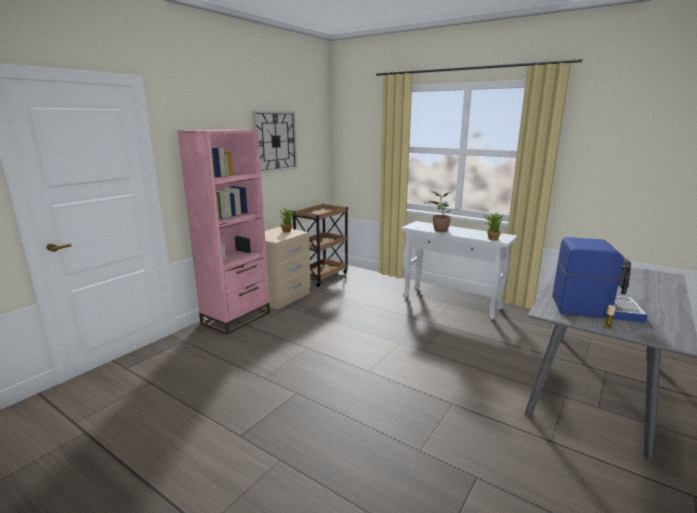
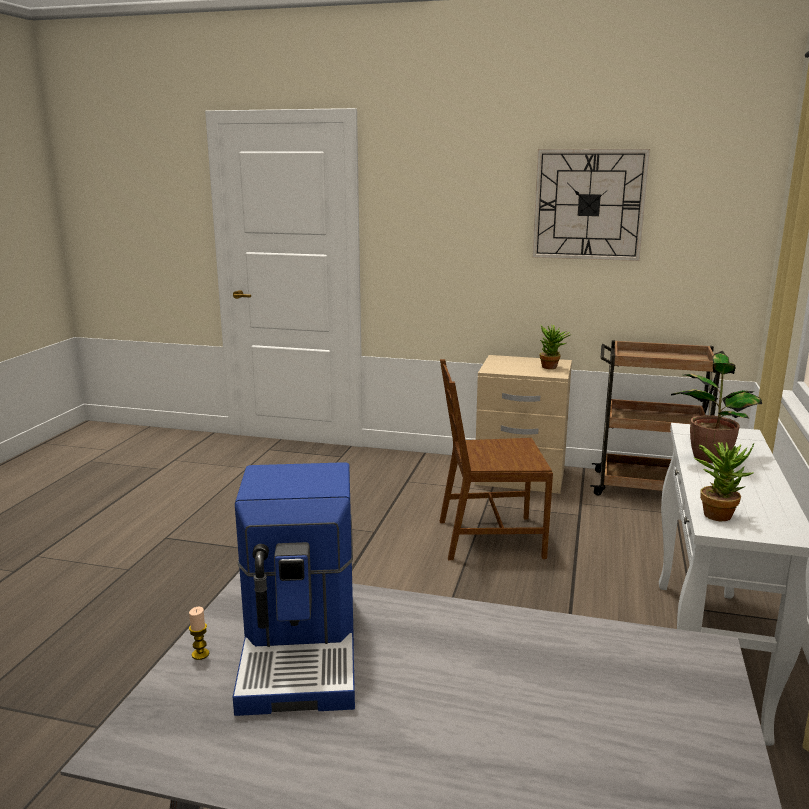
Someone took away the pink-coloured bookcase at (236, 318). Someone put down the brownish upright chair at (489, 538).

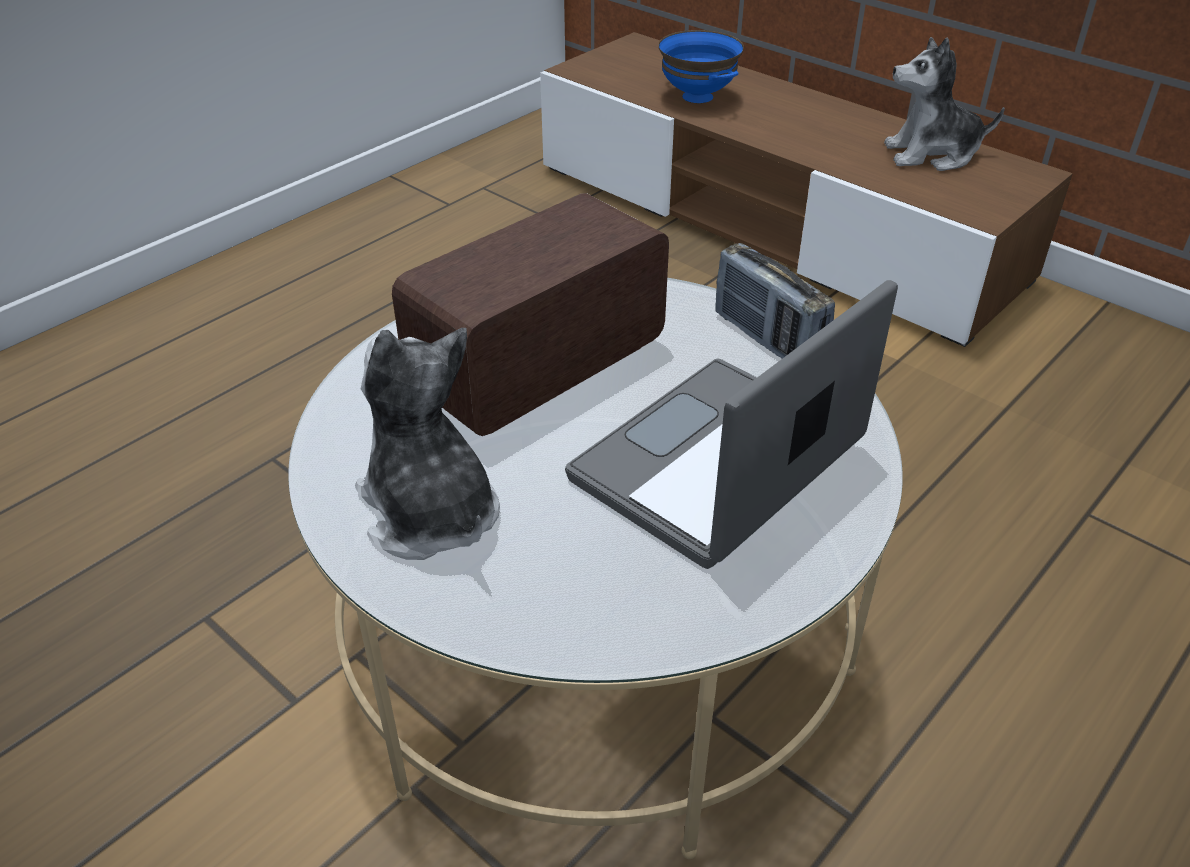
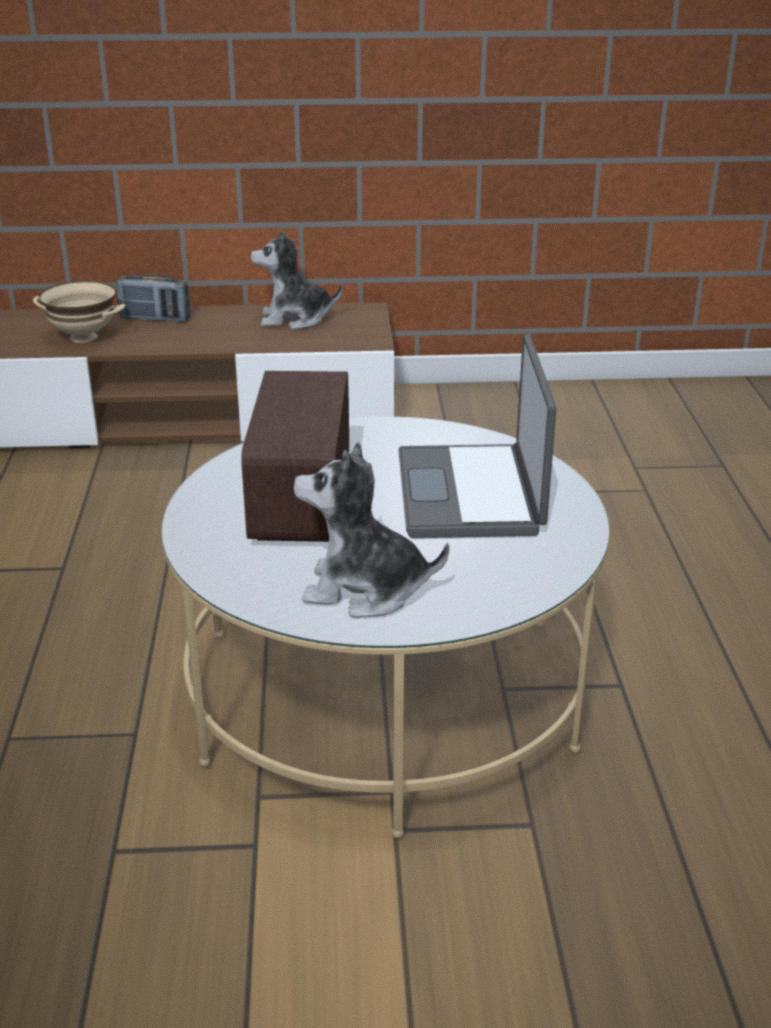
Someone repainted the blue-coloured bowl at (698, 96), which became the sand-coloured bowl at (84, 337). Someone rotated the soft toy at (931, 154) by 45 degrees clockwise. Someone carried the radio from (767, 340) to (155, 319).

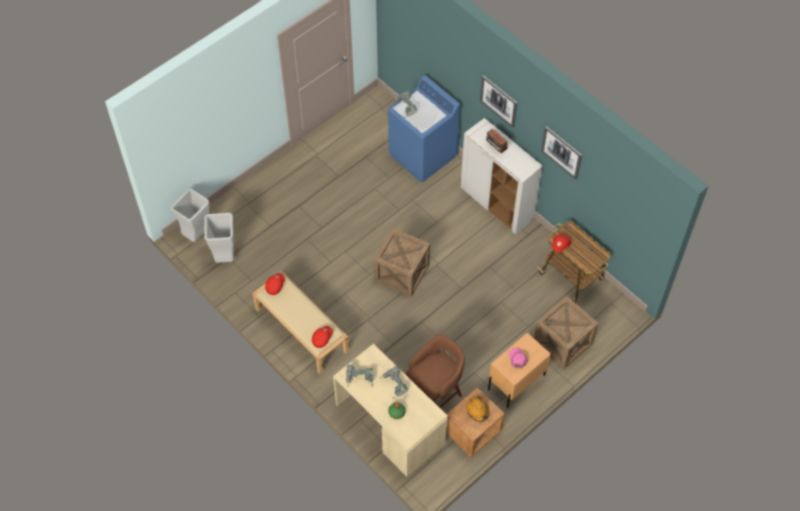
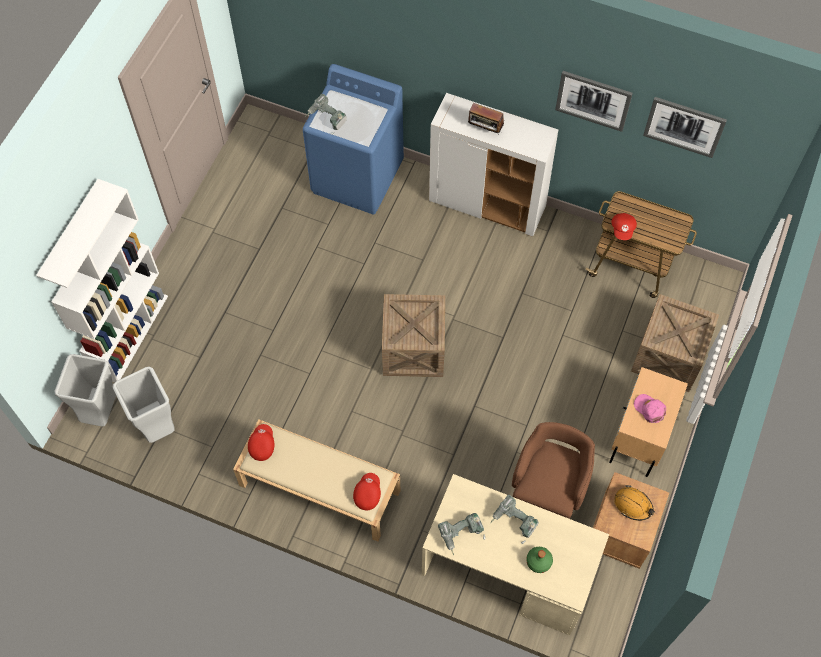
Someone carried the picture from (499, 101) to (684, 126). Someone put down the whitish bookcase at (130, 333).

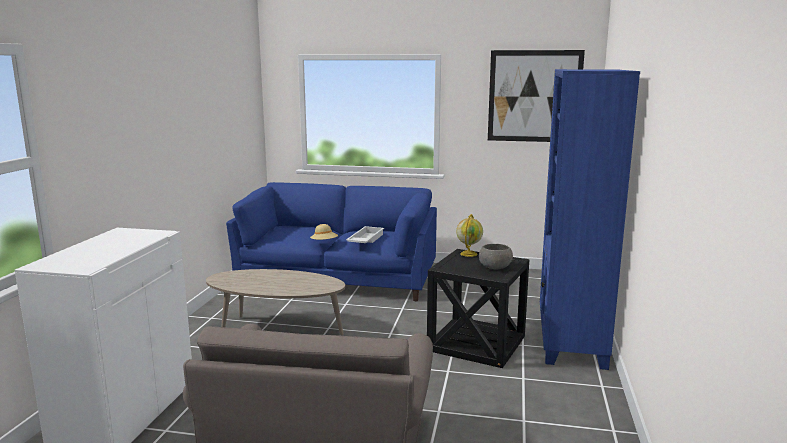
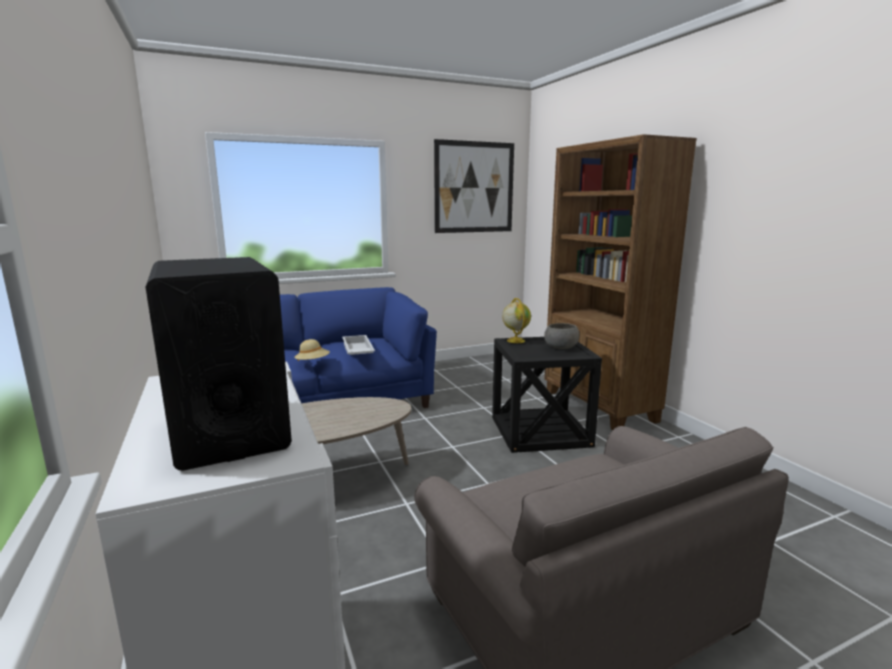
Someone repainted the blue-coloured bookcase at (570, 340), which became the brownish bookcase at (599, 406). Someone put down the black-coloured speaker at (228, 430).

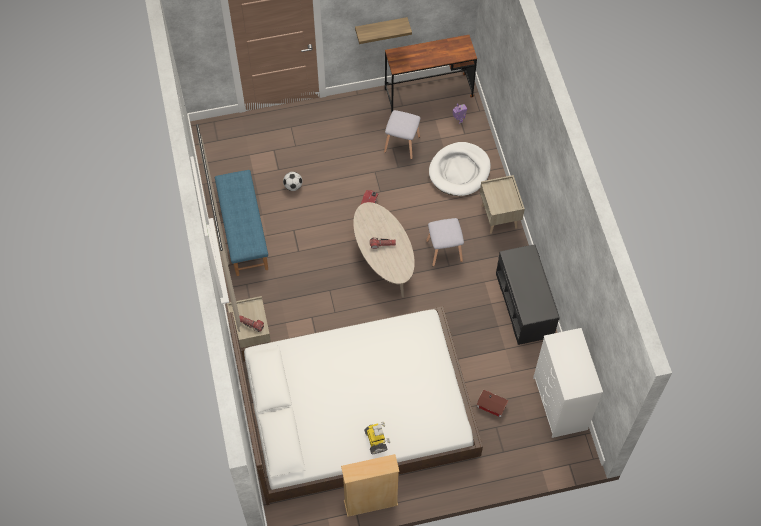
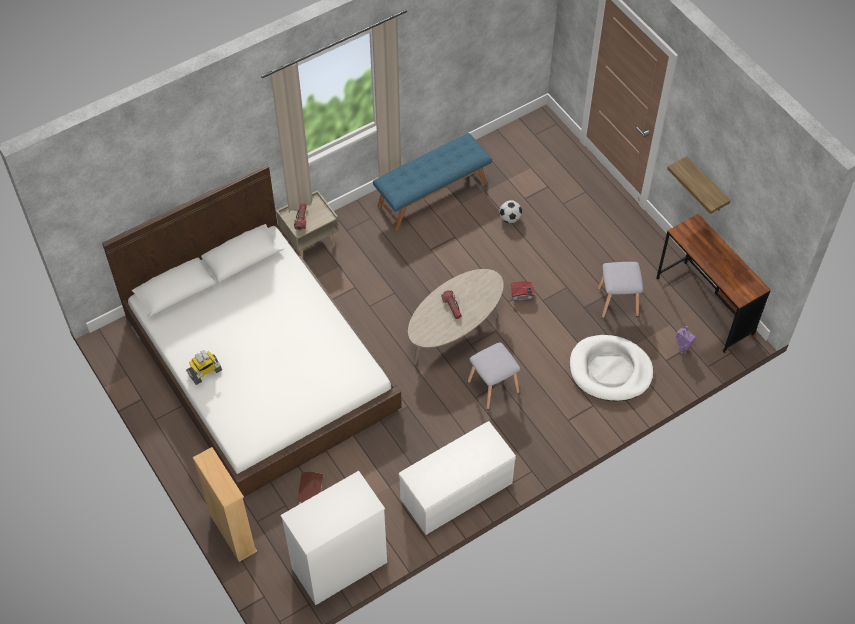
Someone took away the sand-coloured nightstand at (499, 217). Someone repainted the black-coloured bench at (525, 305), which became the whitish bench at (456, 492). Someone carried the sand-coloured bookcase from (371, 503) to (232, 532).

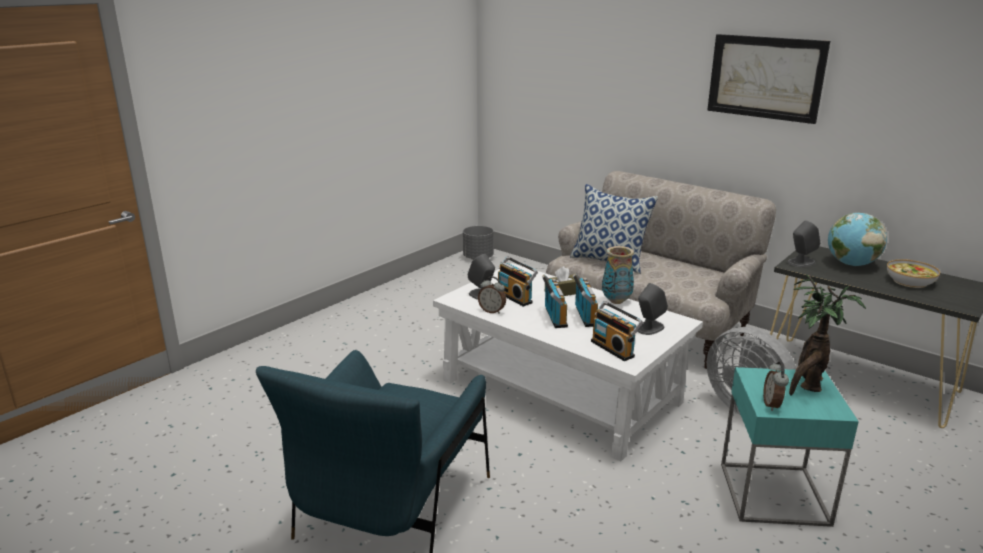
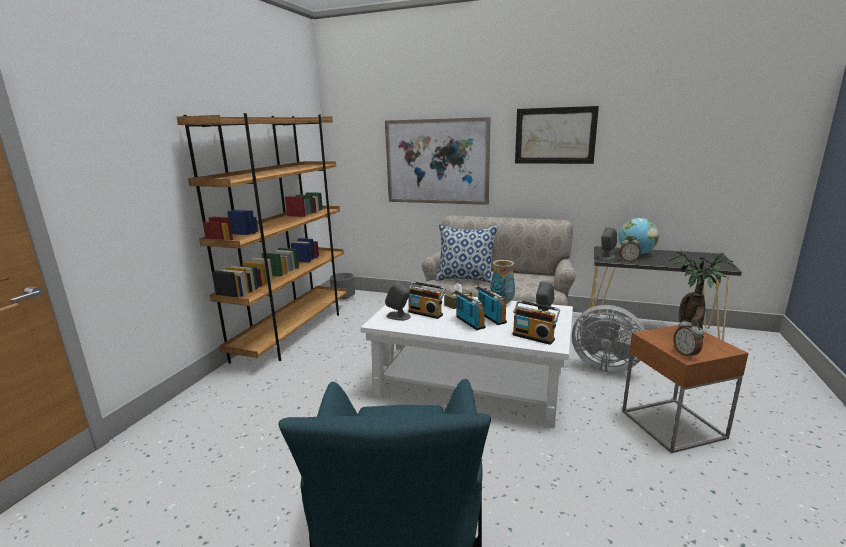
Someone took away the bowl at (910, 281). Someone carried the table clock from (492, 311) to (628, 261). Someone repainted the turquoise side table at (774, 494), which became the brownish side table at (673, 424). Someone put down the brownish bookcase at (294, 332). Someone put up the picture at (436, 162).

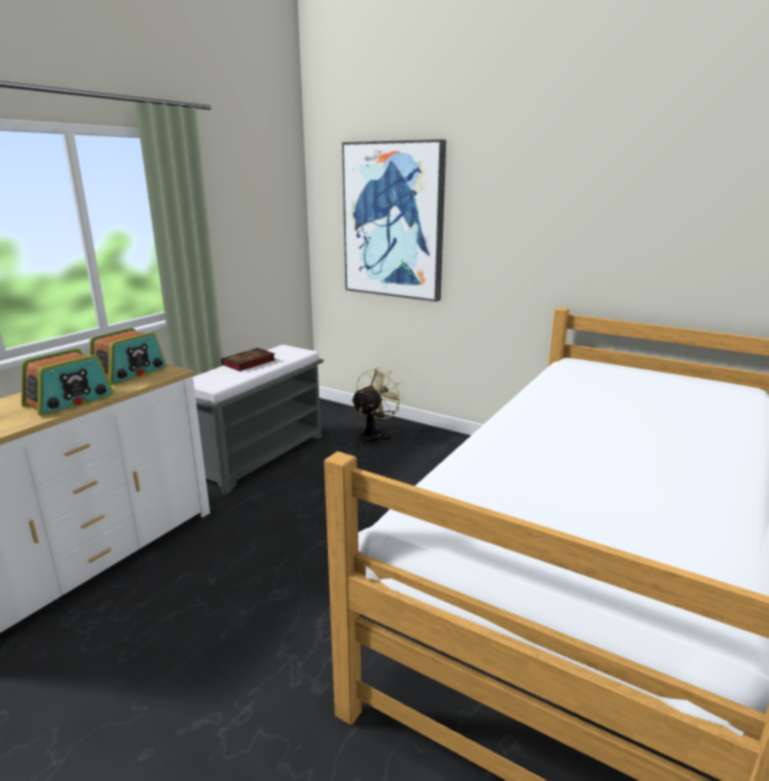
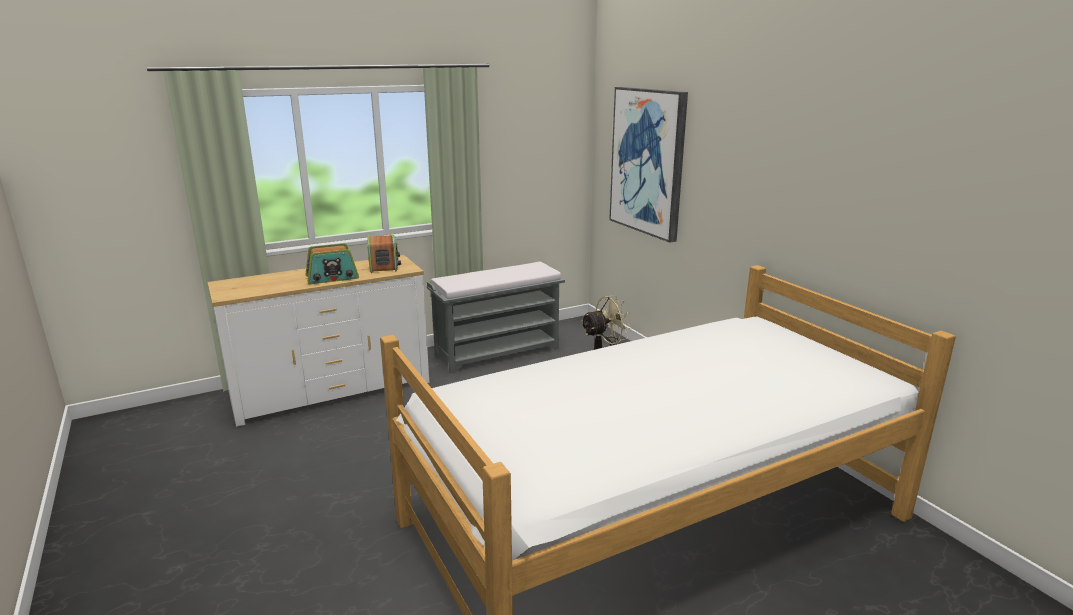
Someone rotated the radio at (129, 373) by 75 degrees counterclockwise. Someone took away the bound book at (248, 363).

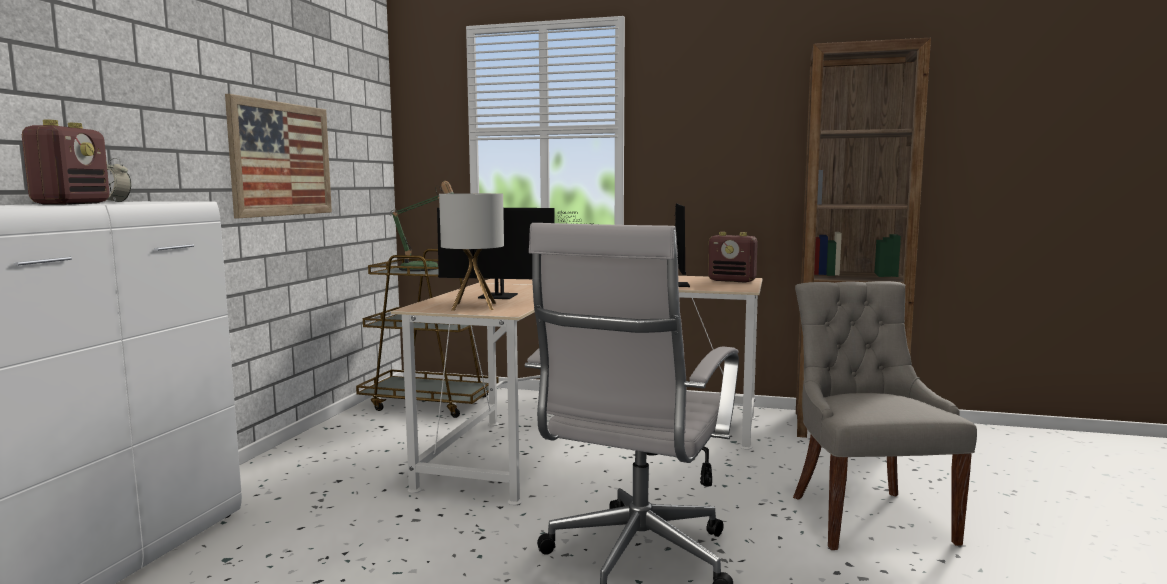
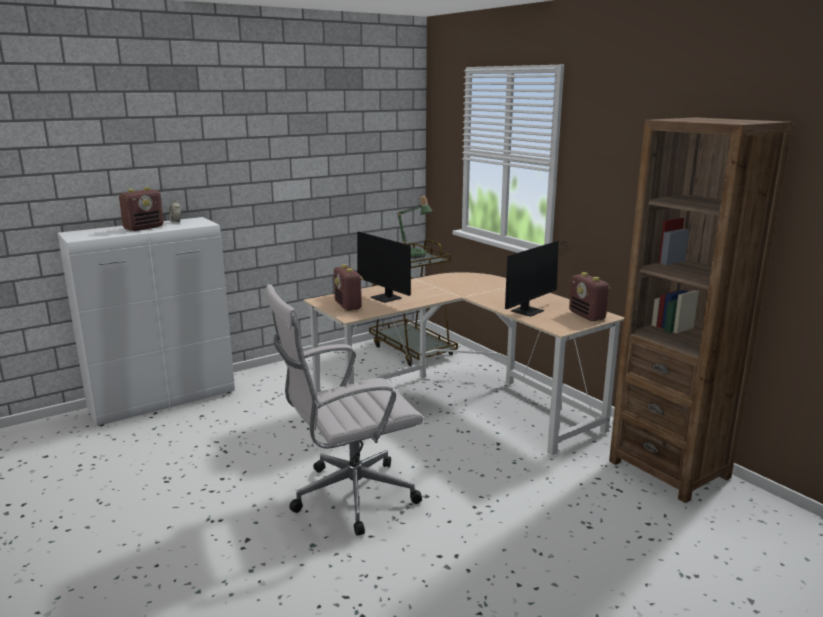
Someone took away the picture at (281, 159). Someone swapped the lamp for a table at (474, 306) for the radio at (348, 306). Someone took away the grey upright chair at (866, 517).

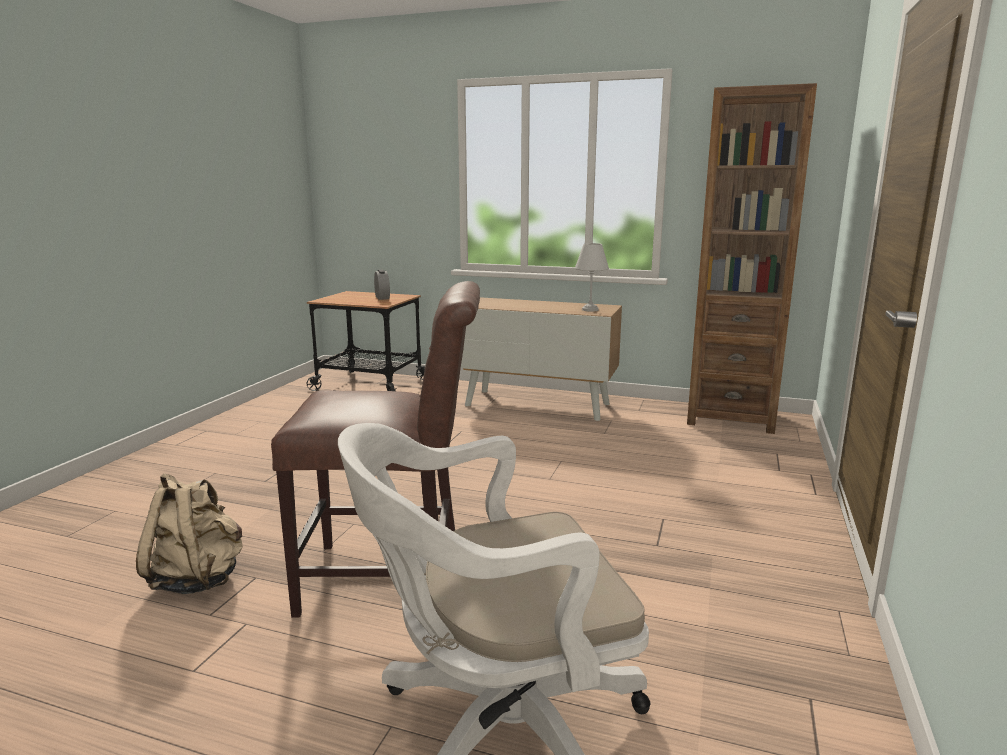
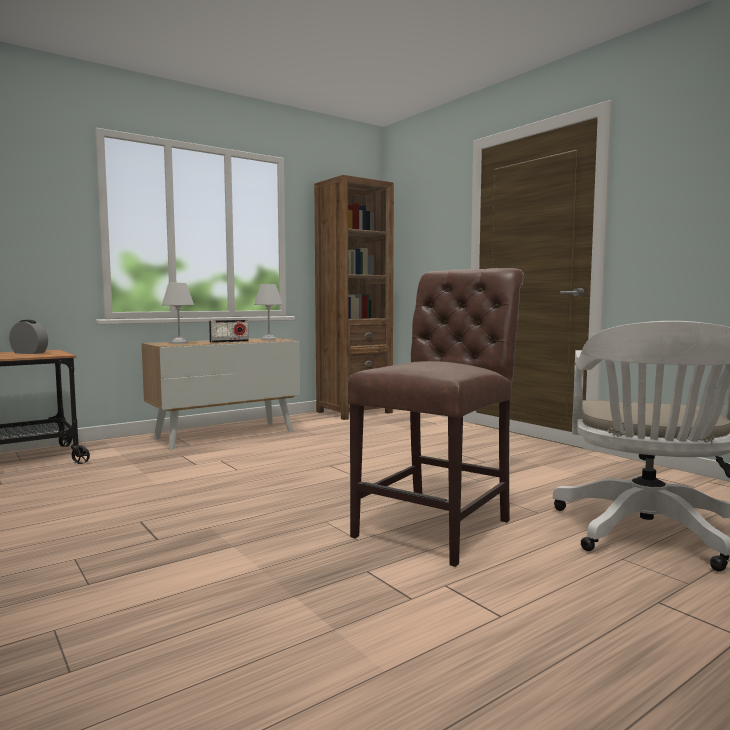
Someone took away the sand-coloured backpack at (198, 579). Someone put down the whitish lamp for a table at (179, 343). Someone put down the radio at (229, 342).

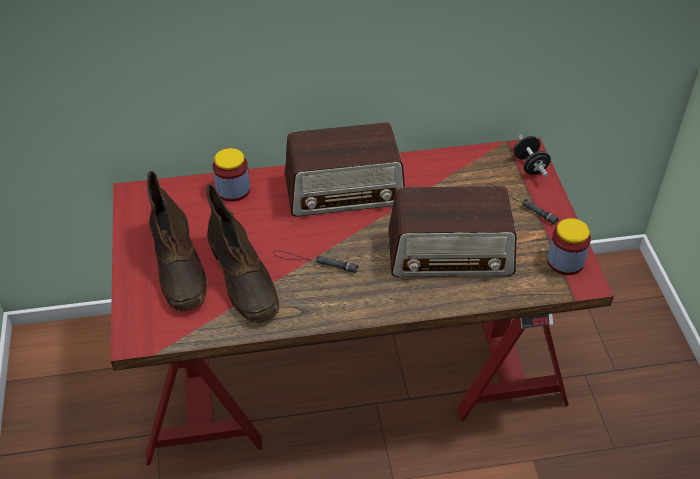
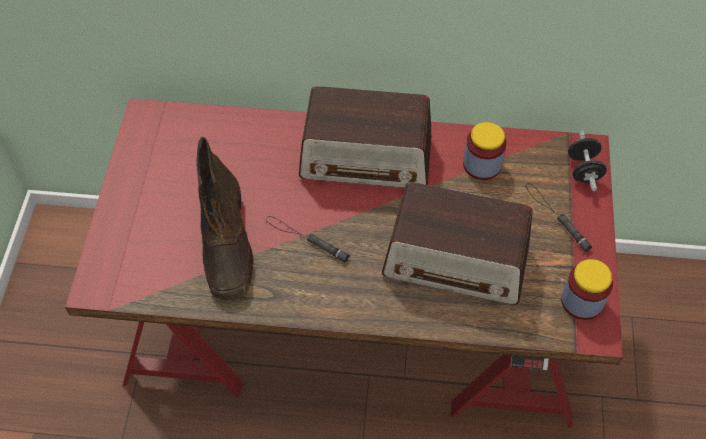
Someone carried the preserve jar from (233, 190) to (482, 165). Someone took away the brownish high-top boot at (179, 268).

